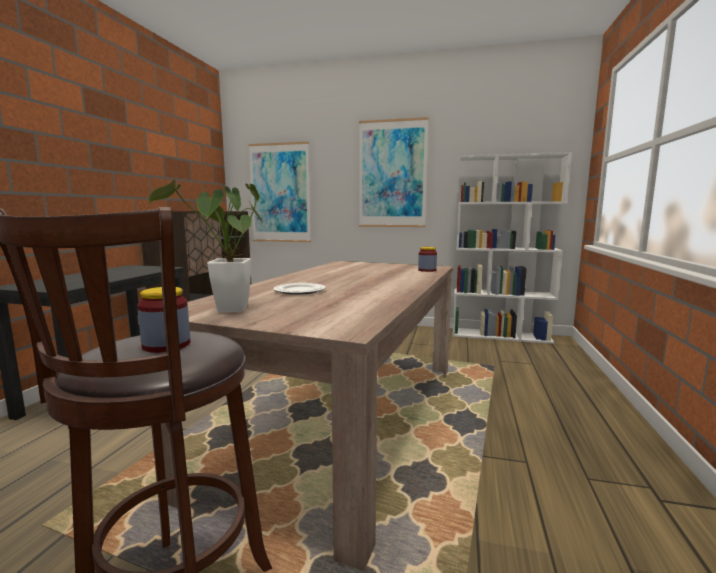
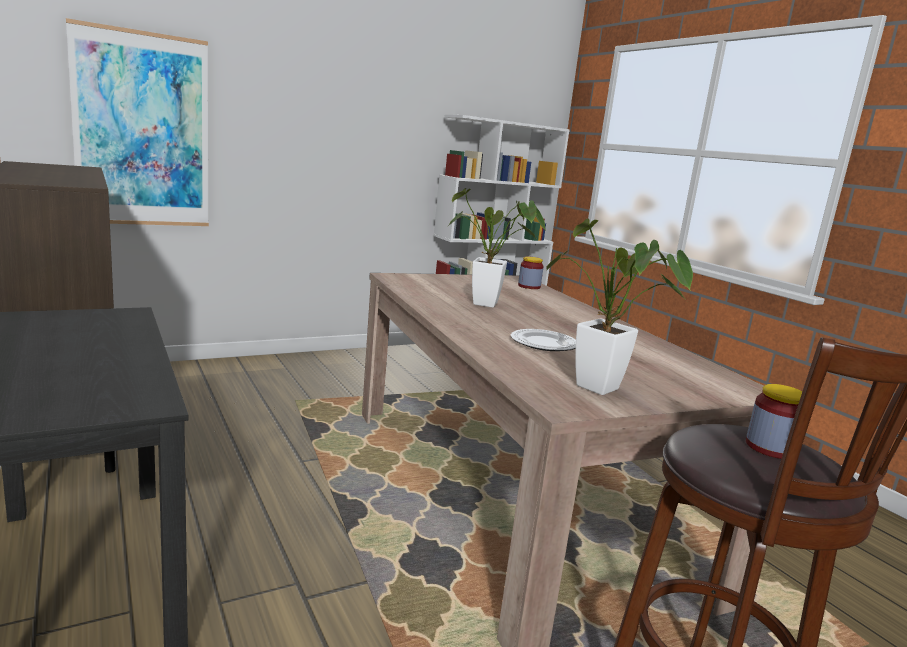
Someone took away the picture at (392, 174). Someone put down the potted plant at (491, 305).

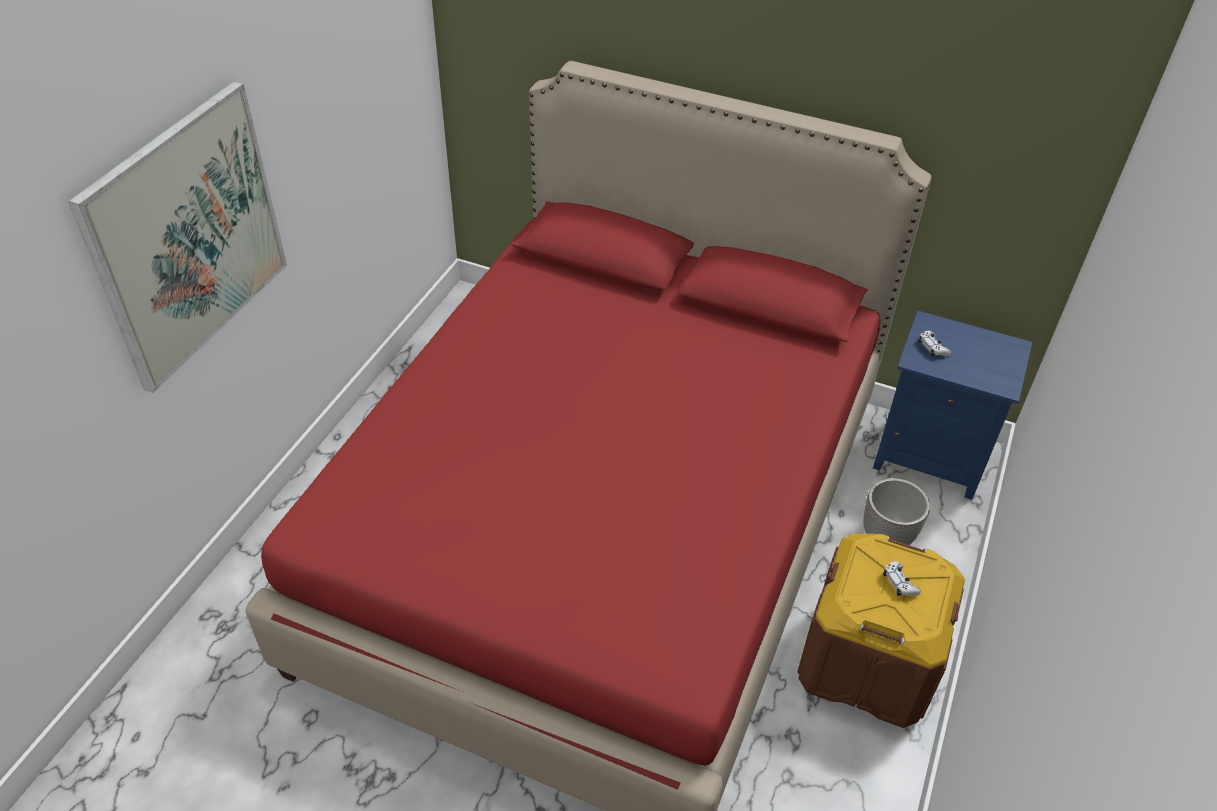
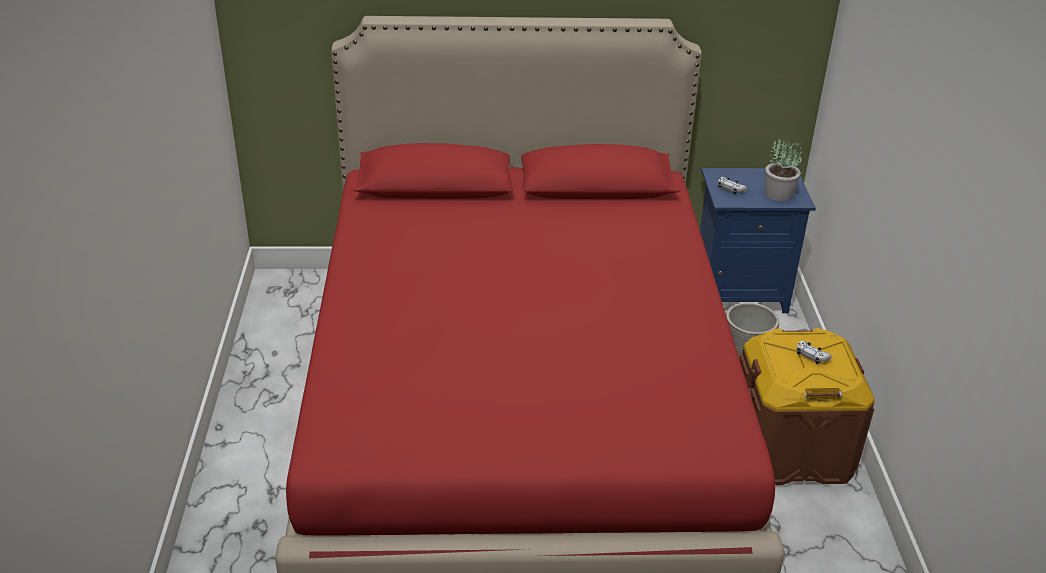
Someone took away the picture at (188, 236). Someone put down the potted plant at (779, 194).

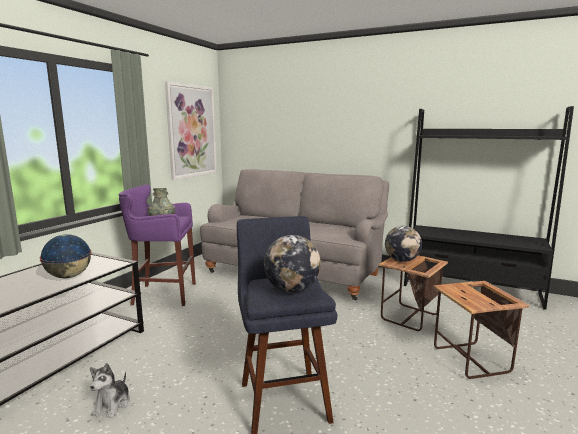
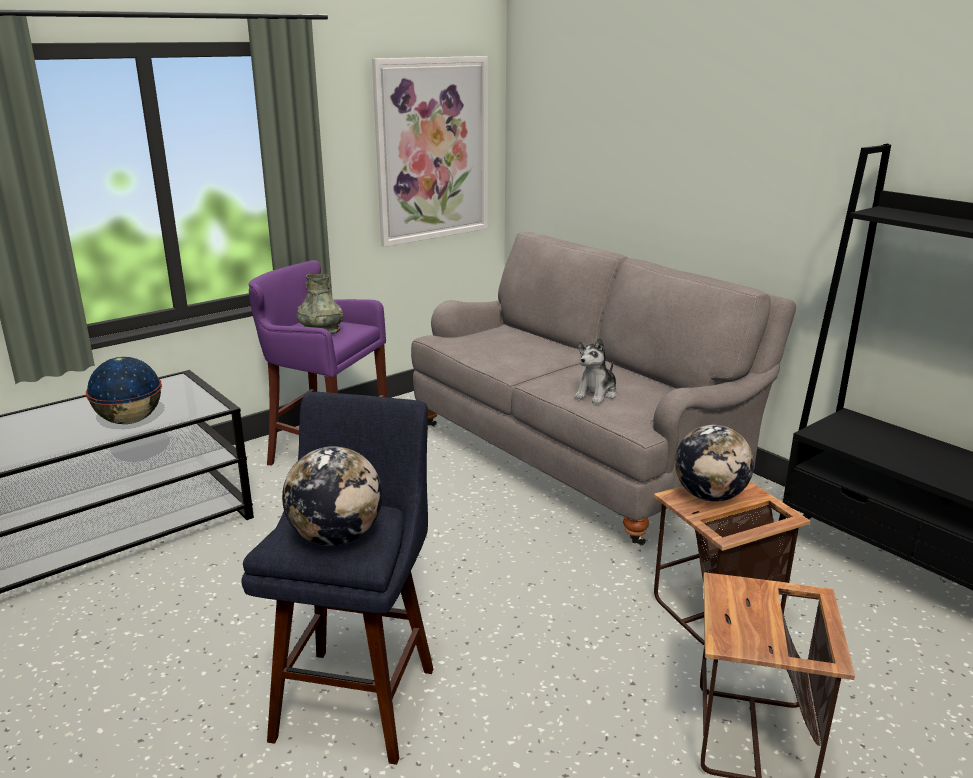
Someone carried the soft toy from (112, 405) to (597, 394).

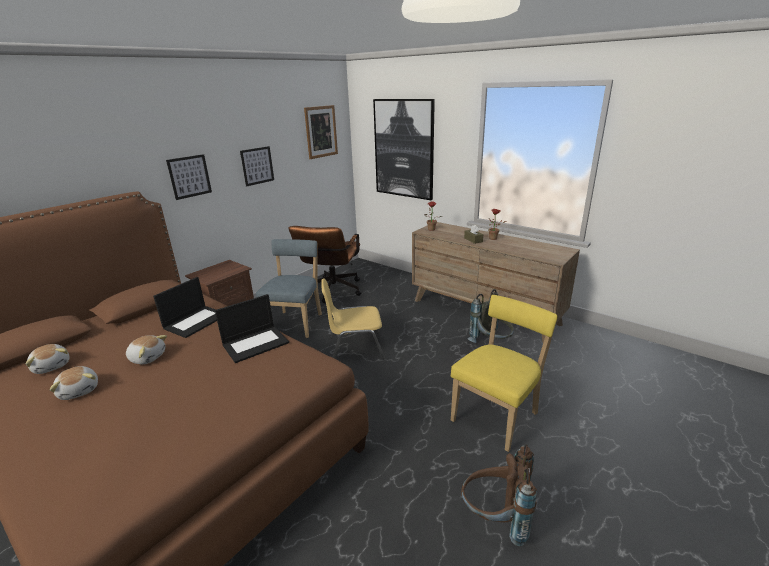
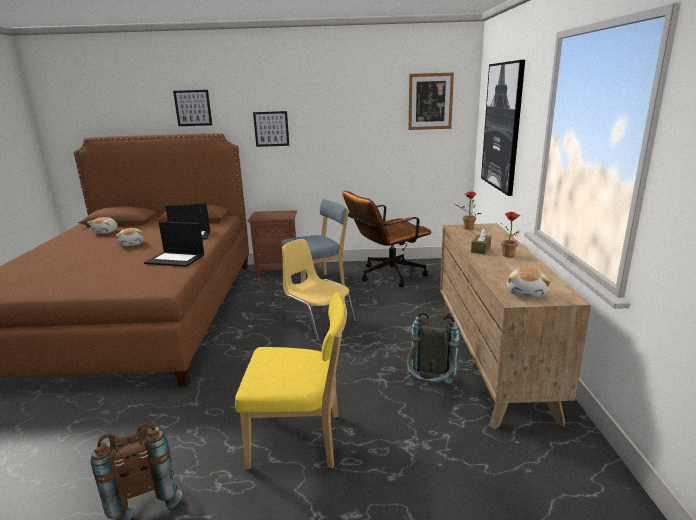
Someone carried the picture from (257, 166) to (193, 108). Someone carried the soft toy from (80, 390) to (527, 293).

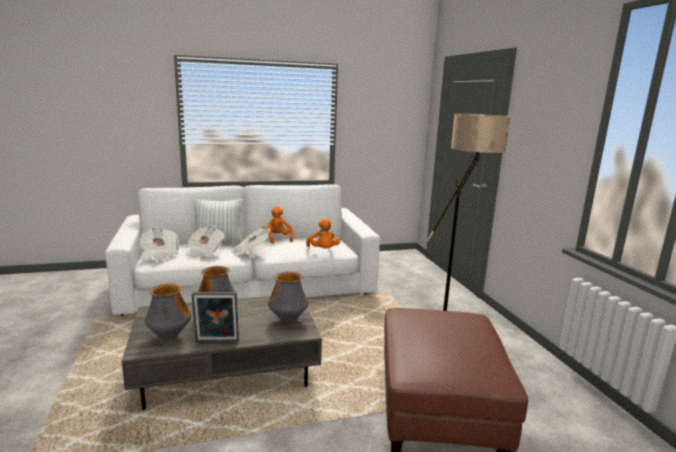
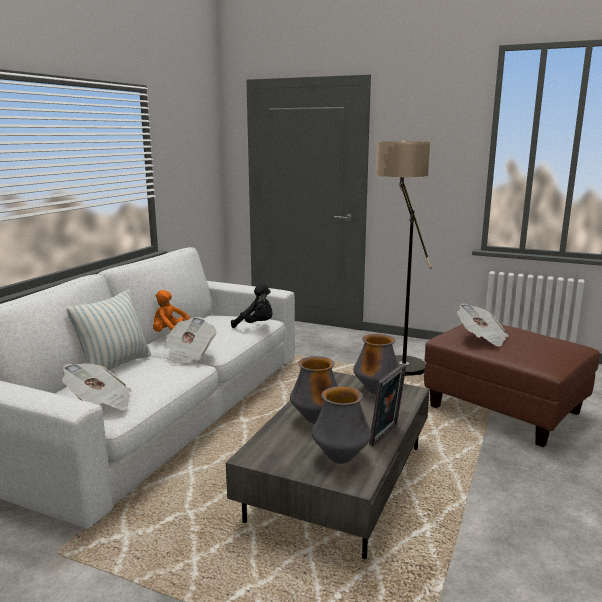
Someone repainted the orange-coloured soft toy at (323, 250), which became the black-coloured soft toy at (256, 325). Someone carried the newspaper from (204, 252) to (481, 338).

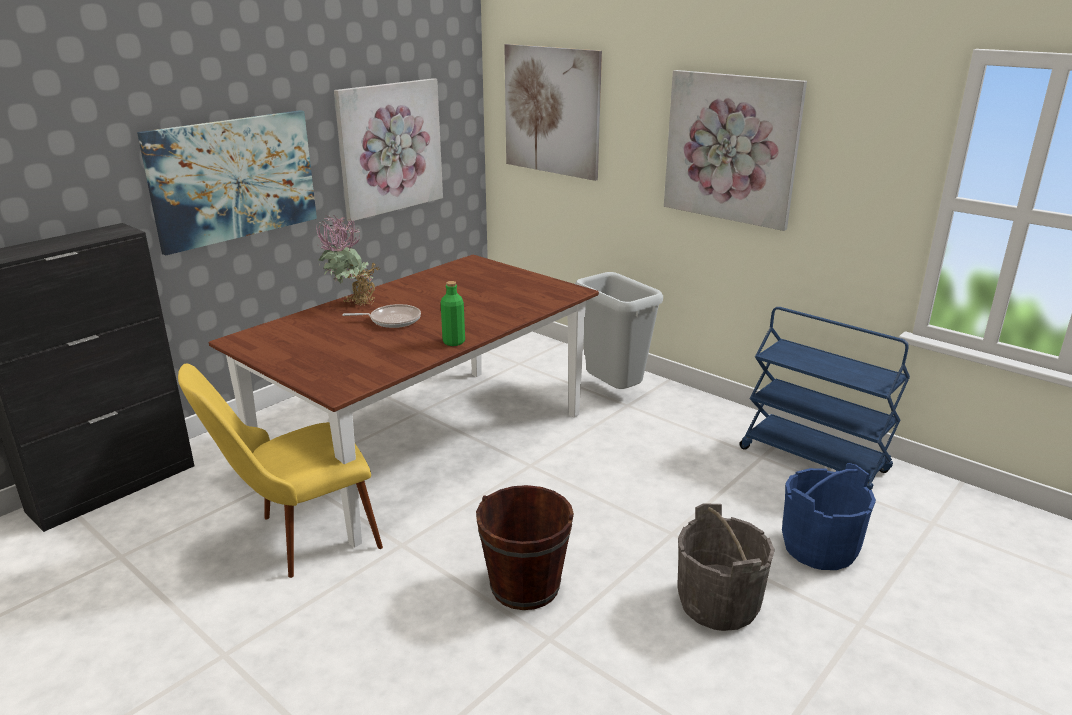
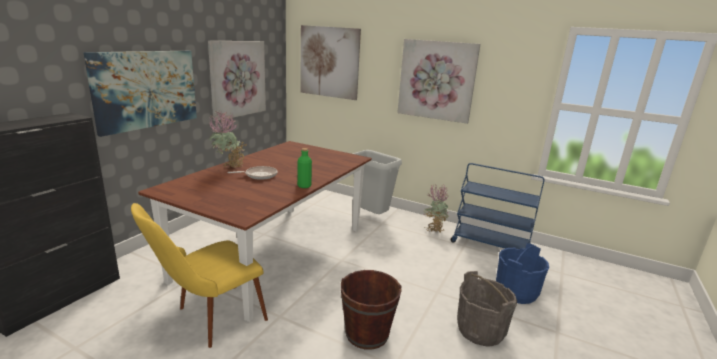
Someone put down the potted plant at (434, 229).

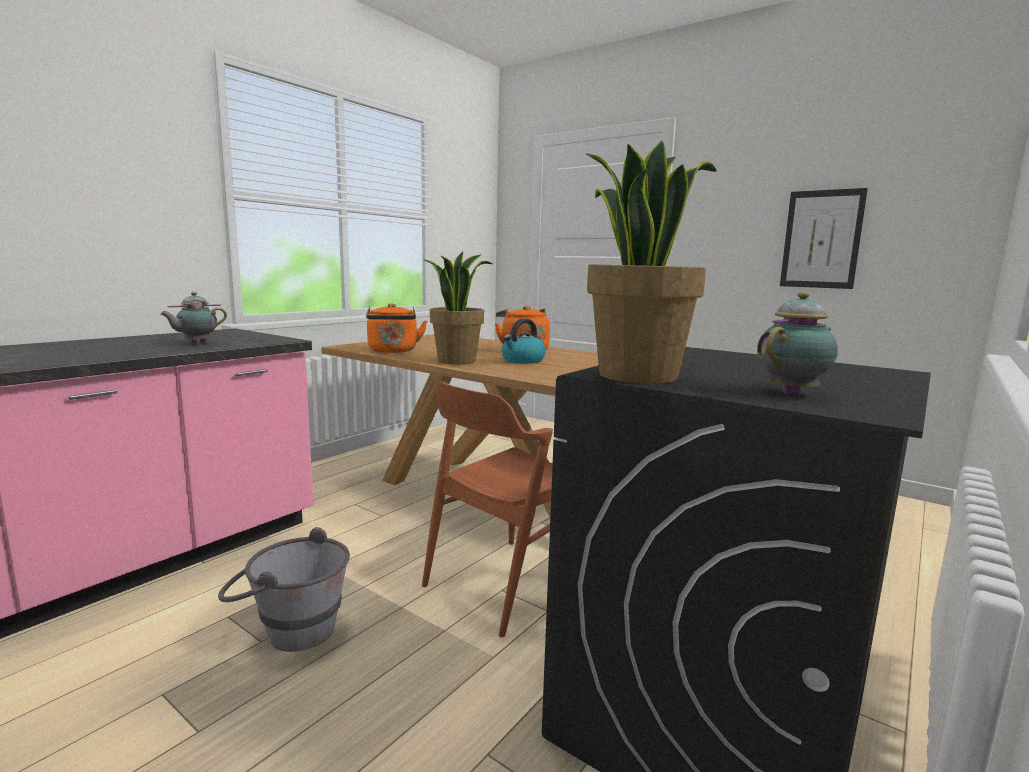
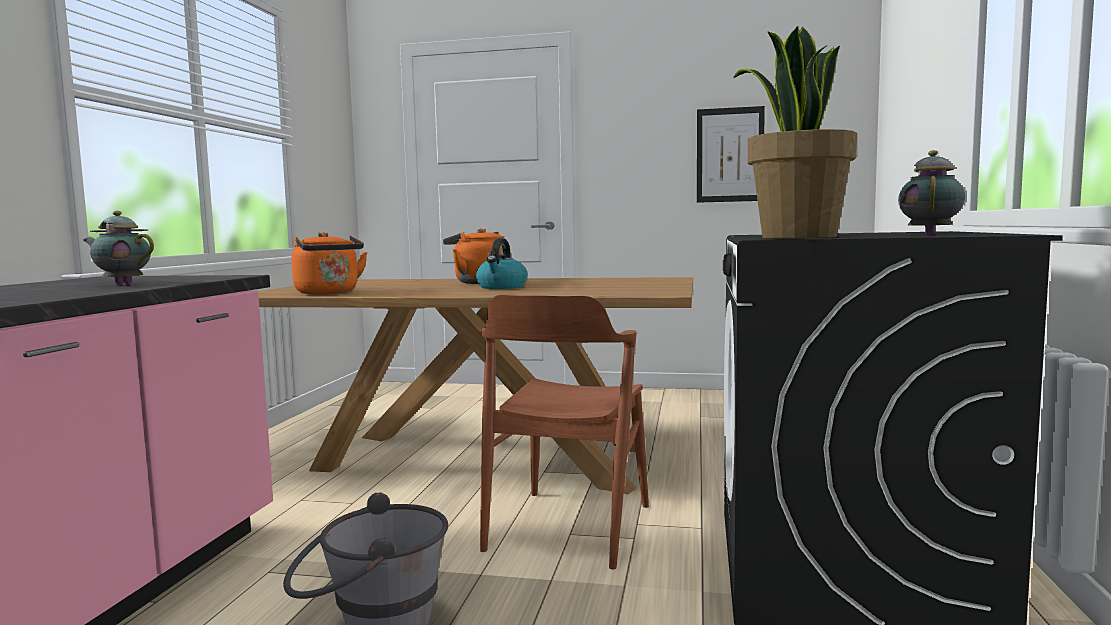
Someone took away the potted plant at (456, 361). Someone rotated the teapot at (196, 343) by 90 degrees clockwise.

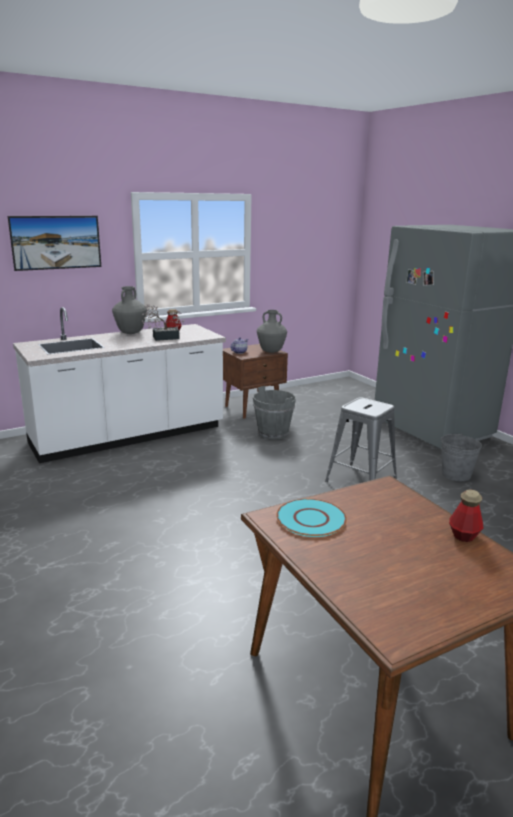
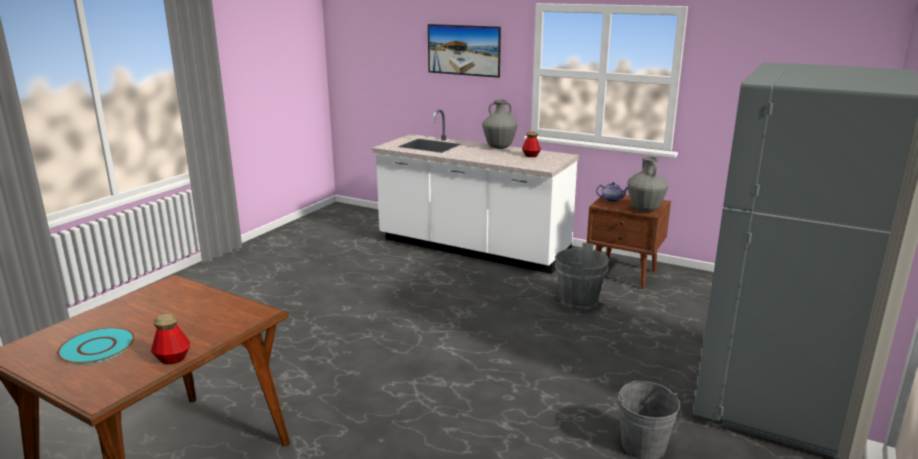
Someone took away the potted plant at (162, 338). Someone took away the grey sitting stool at (361, 480). Someone carried the turquoise plate from (310, 519) to (97, 347).

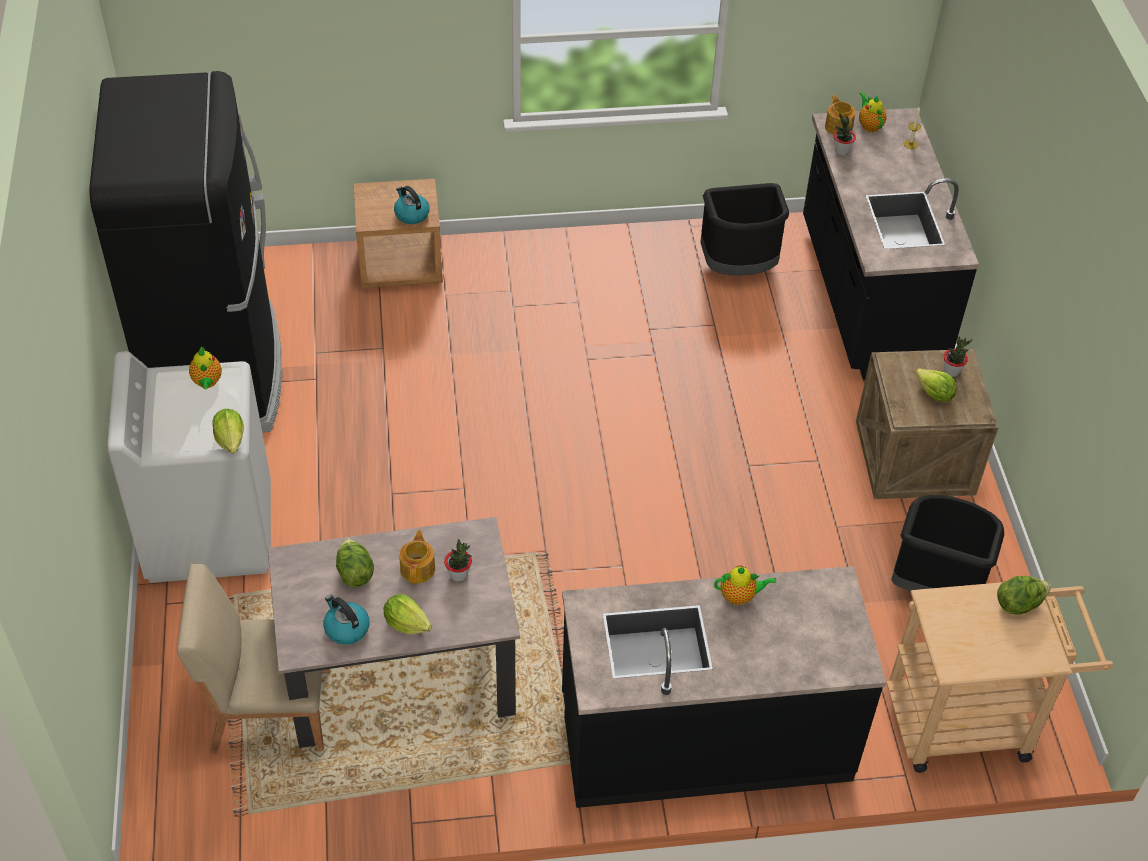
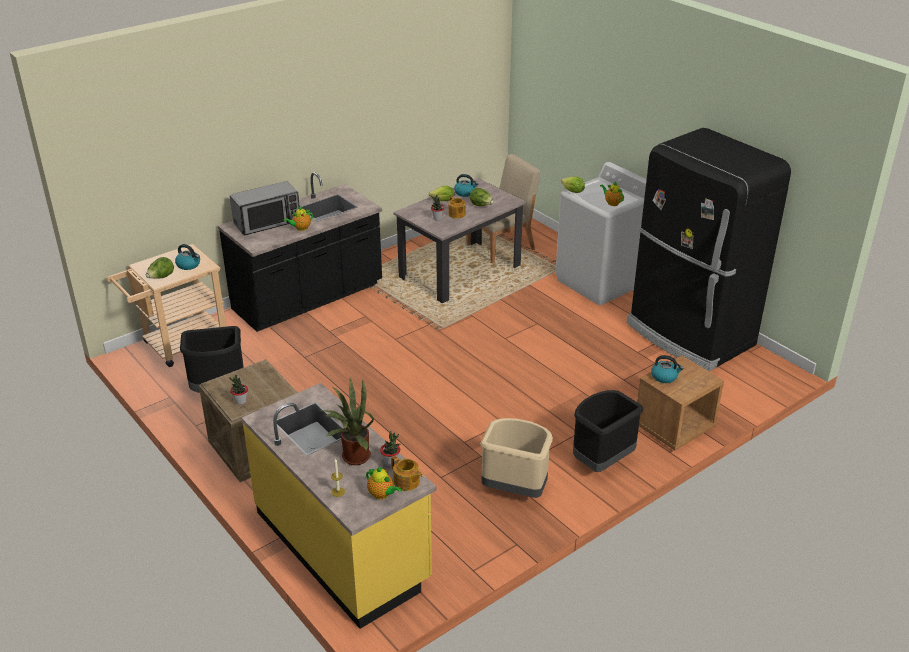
Someone repainted the black-coloured kitchen base unit at (867, 297), which became the yellow-coloured kitchen base unit at (343, 546). Someone carried the black-coloured trash can from (739, 268) to (601, 462). Someone took away the head of lettuce at (934, 394). Someone put down the kitchen microwave at (267, 223). Someone put down the kettle at (189, 265). Someone put down the potted plant at (353, 456). Someone put down the sand-coloured trash can at (514, 489).

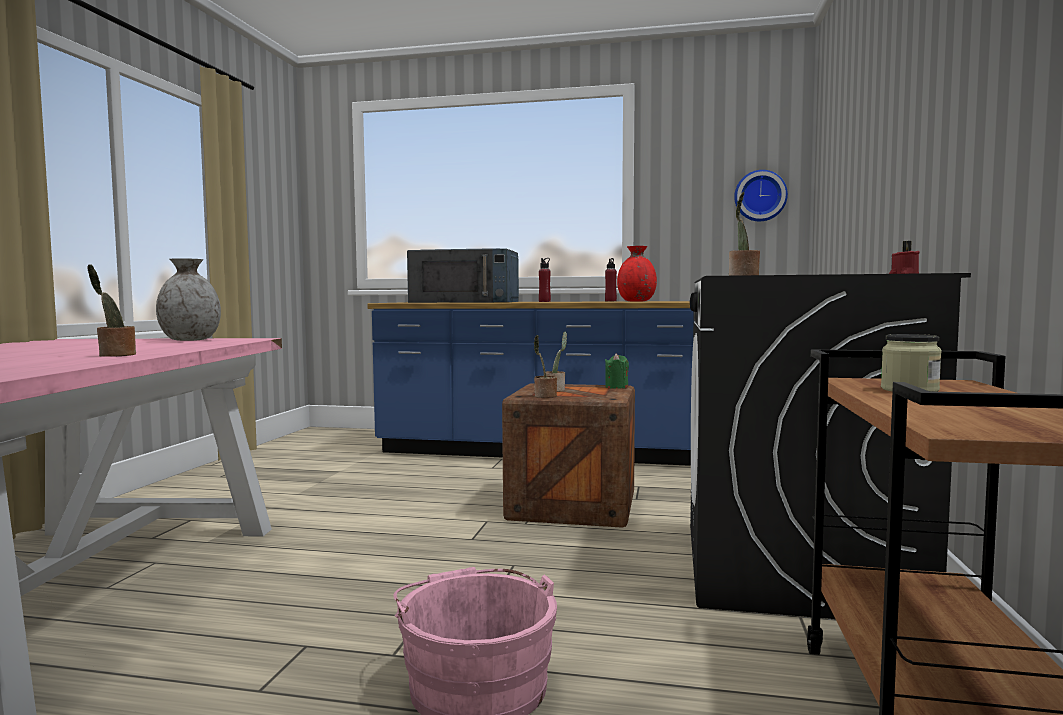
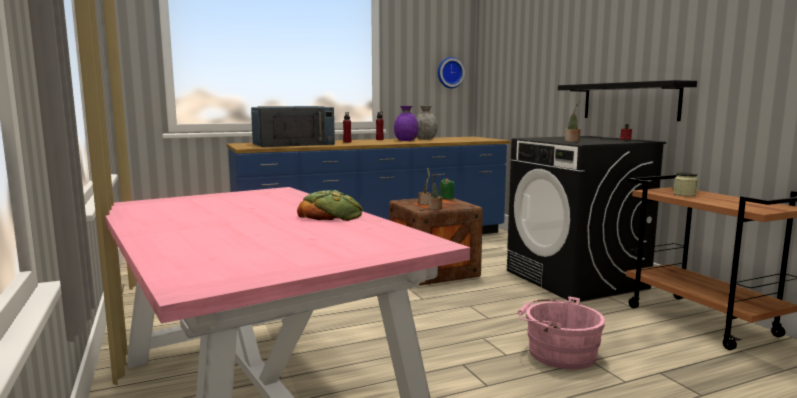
Someone repainted the reddish vase at (636, 301), which became the purple-coloured vase at (406, 140). Someone carried the grey vase from (190, 340) to (425, 139). Someone swapped the potted plant at (114, 355) for the bread at (331, 214). Someone put up the black-coloured wall shelf at (629, 101).

